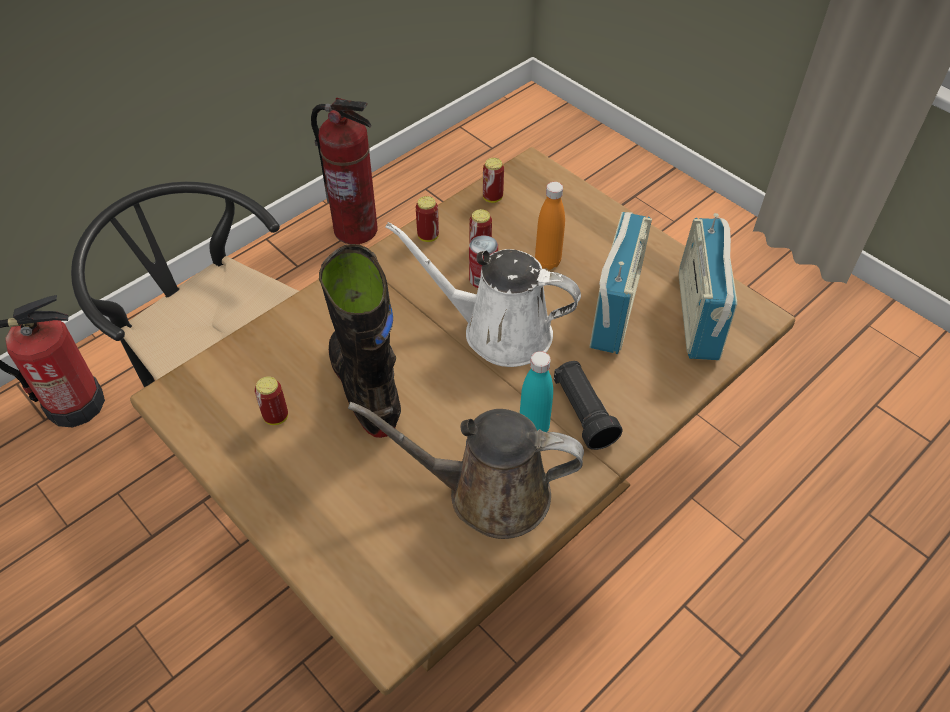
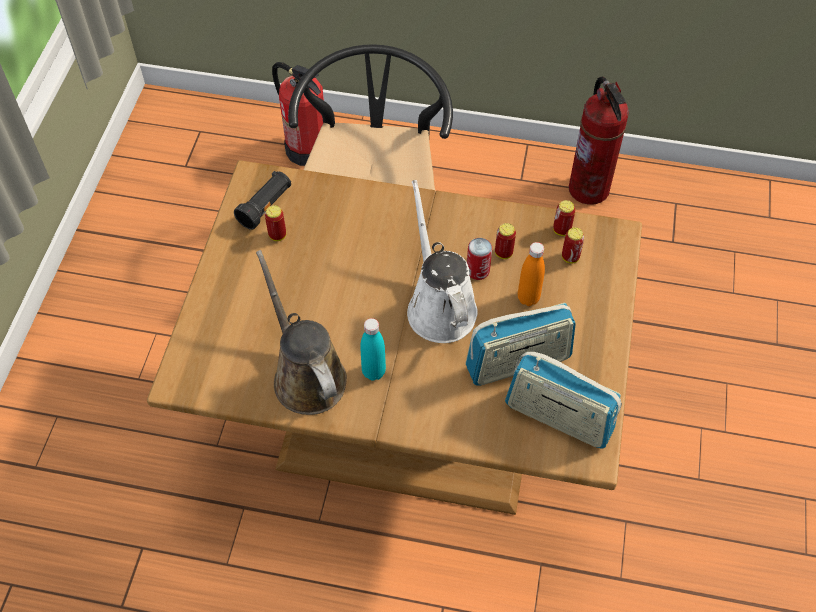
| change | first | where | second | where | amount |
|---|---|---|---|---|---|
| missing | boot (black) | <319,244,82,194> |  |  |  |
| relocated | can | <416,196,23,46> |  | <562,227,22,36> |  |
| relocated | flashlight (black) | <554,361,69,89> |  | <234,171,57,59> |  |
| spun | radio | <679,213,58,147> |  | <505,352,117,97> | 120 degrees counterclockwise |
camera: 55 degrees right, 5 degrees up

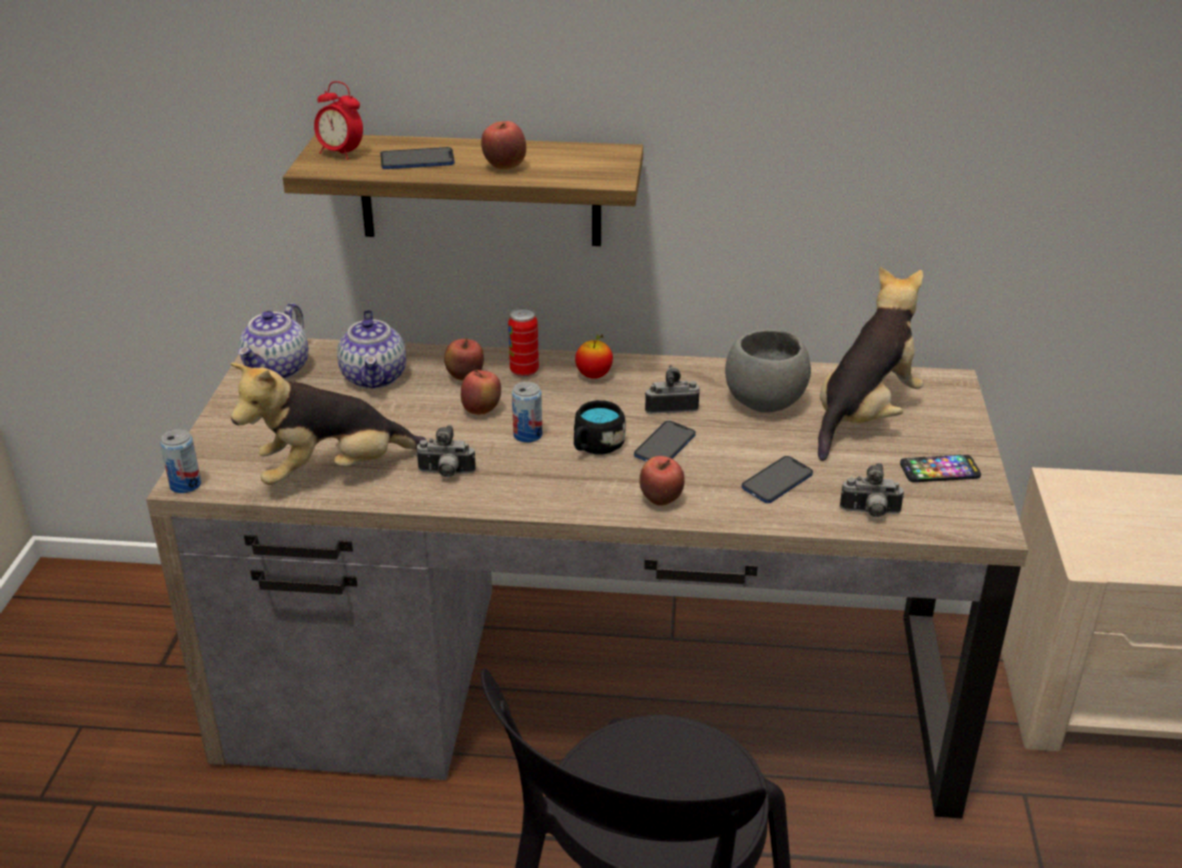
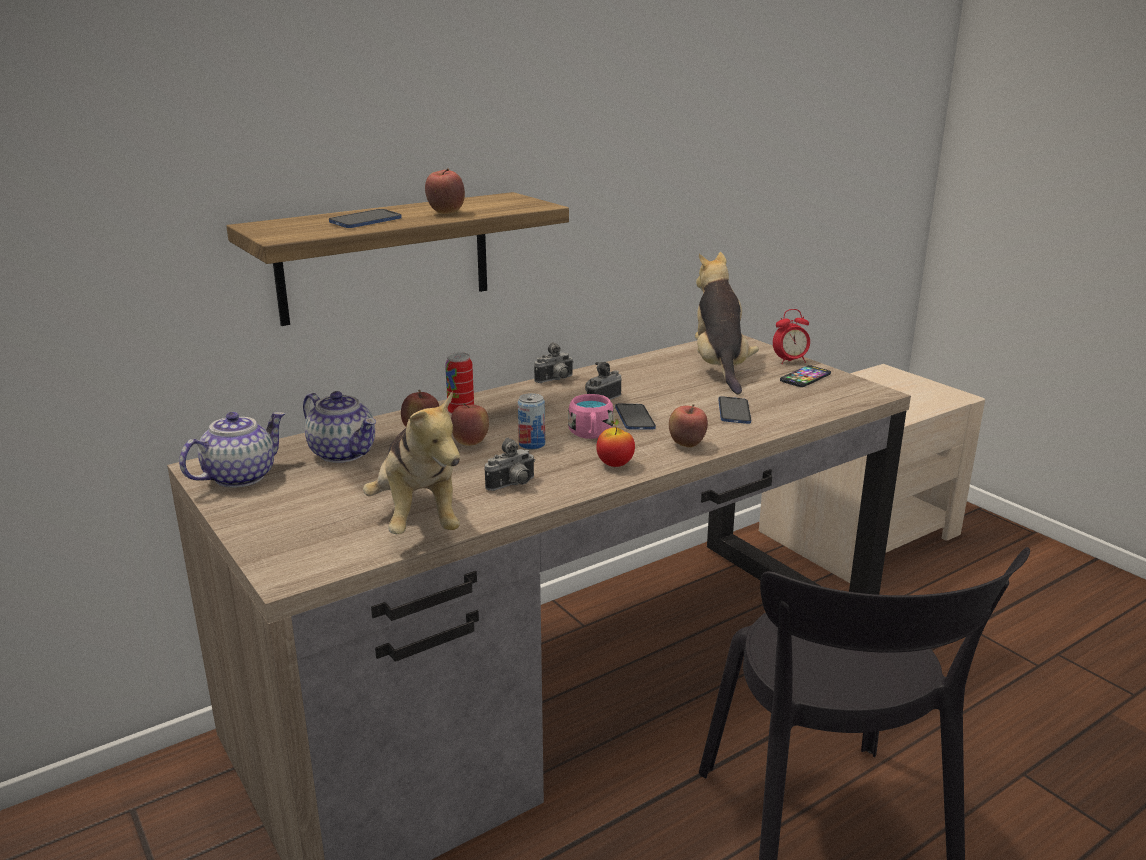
| change | first | where | second | where | amount |
|---|---|---|---|---|---|
| missing | can | <160,429,41,64> |  |  |  |
| spun | plush toy | <231,363,197,122> |  | <363,392,97,142> | 45 degrees counterclockwise |
| spun | teapot | <238,303,70,76> |  | <179,412,107,76> | 120 degrees counterclockwise |
| relocated | alarm clock | <314,81,49,79> |  | <773,309,37,55> |  |
| colour | mug (black) | <574,400,52,55> | mug (pink) | <568,394,46,45> |  |
| relocated | apple | <575,334,38,45> |  | <596,419,39,48> |  |
| missing | bowl (grey) | <725,329,86,84> |  |  |  |
| relocated | photo camera | <840,463,64,55> |  | <534,342,39,41> |  |
camera: 40 degrees left, 10 degrees down

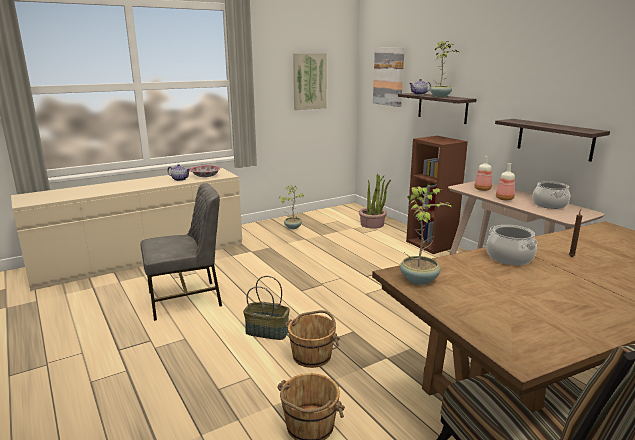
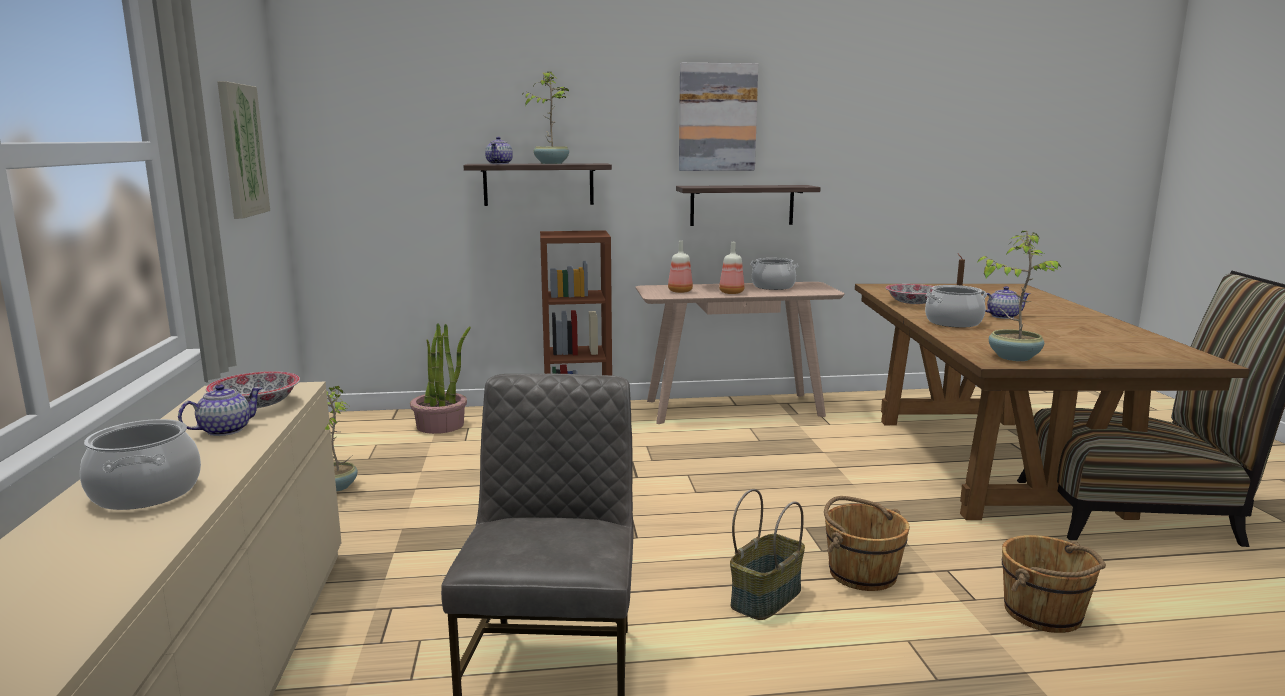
| change | first | where | second | where | amount |
|---|---|---|---|---|---|
| relocated | picture | <373,48,32,59> |  | <679,63,79,108> |  |
| appeared |  |  | cooking pot | <80,419,121,91> |  |
| appeared |  |  | bowl | <886,284,47,20> |  |
| appeared |  |  | teapot | <985,286,45,33> |  |
camera: 65 degrees left, 5 degrees down

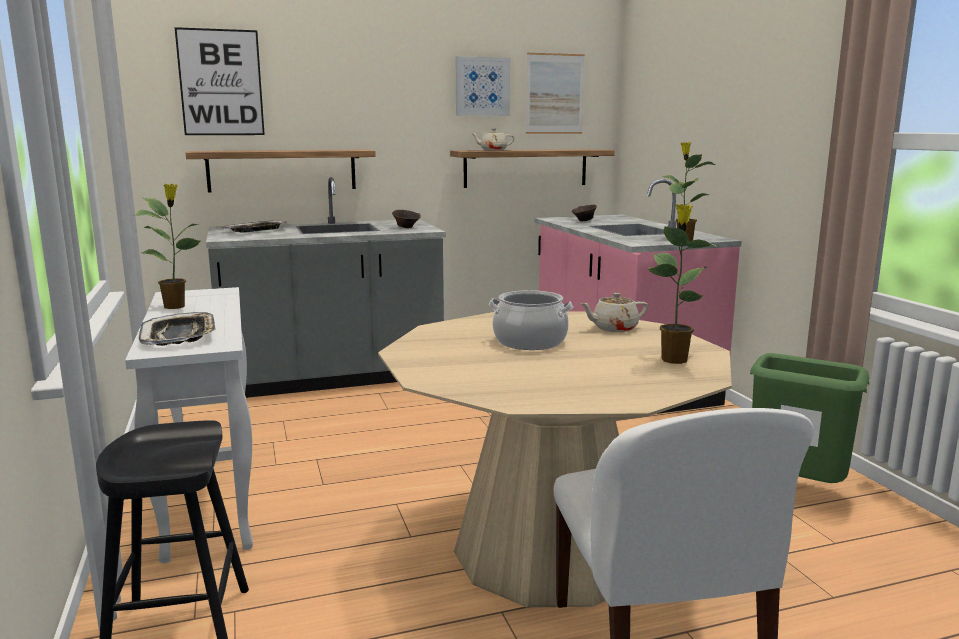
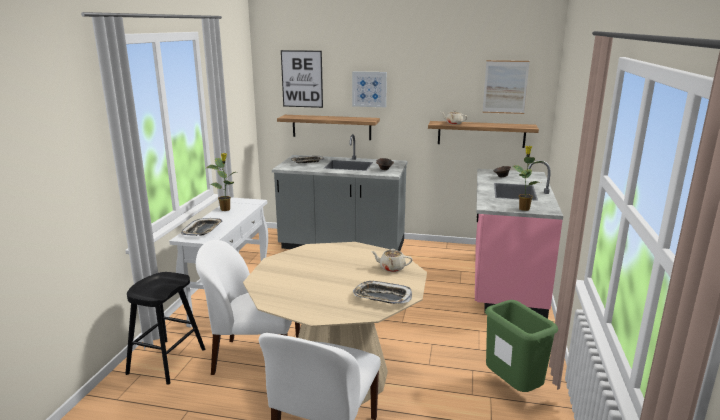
| change | first | where | second | where | amount |
|---|---|---|---|---|---|
| relocated | picture | <456,56,54,60> |  | <352,71,35,36> |  |
| missing | cooking pot | <489,290,84,60> |  |  |  |
| exchanged | potted plant | <648,204,68,160> | tray | <353,281,59,23> |  |
| appeared |  |  | chair (white) | <196,240,104,135> |  |
camera: 30 degrees right, 5 degrees up

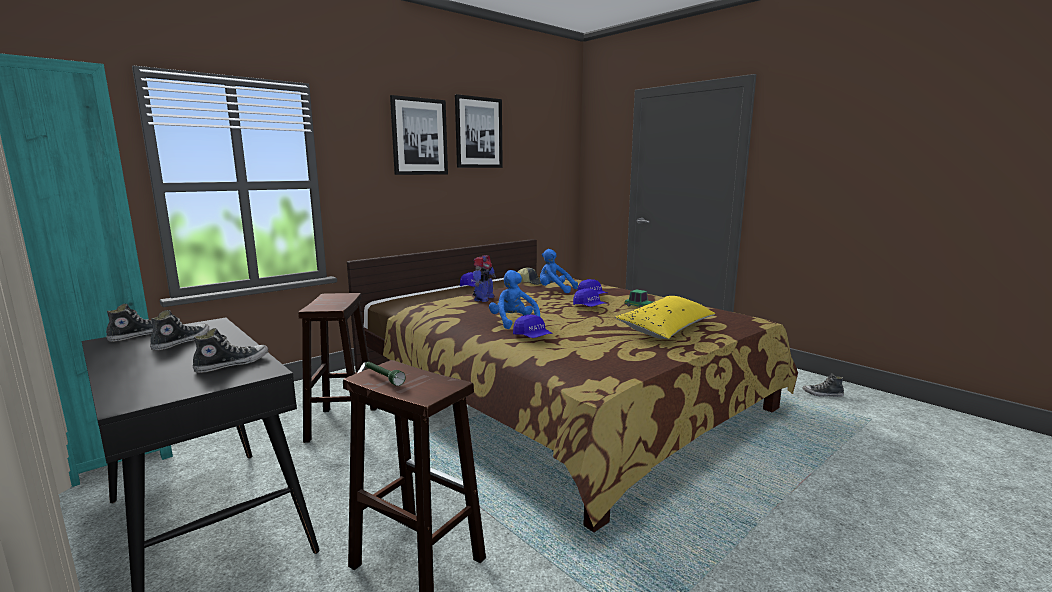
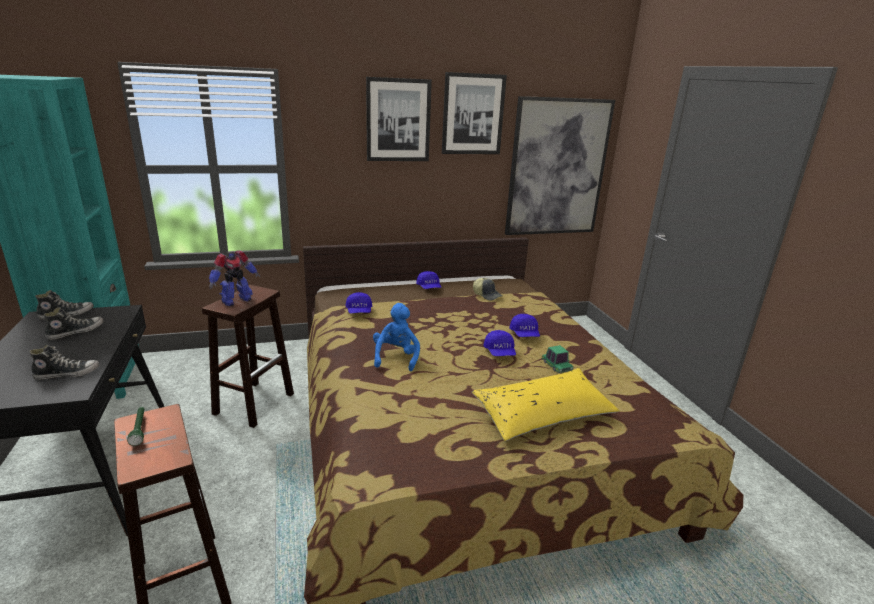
| change | first | where | second | where | amount |
|---|---|---|---|---|---|
| relocated | toy robot | <473,255,23,47> |  | <209,251,51,55> |  |
| relocated | cap (blue) | <513,314,40,24> |  | <346,292,26,21> |  |
| missing | plush toy (blue) | <540,249,38,44> |  |  |  |
| missing | shoe | <802,373,42,24> |  |  |  |
| appeared |  |  | picture | <505,96,110,139> |  |
camera: 25 degrees right, 10 degrees up

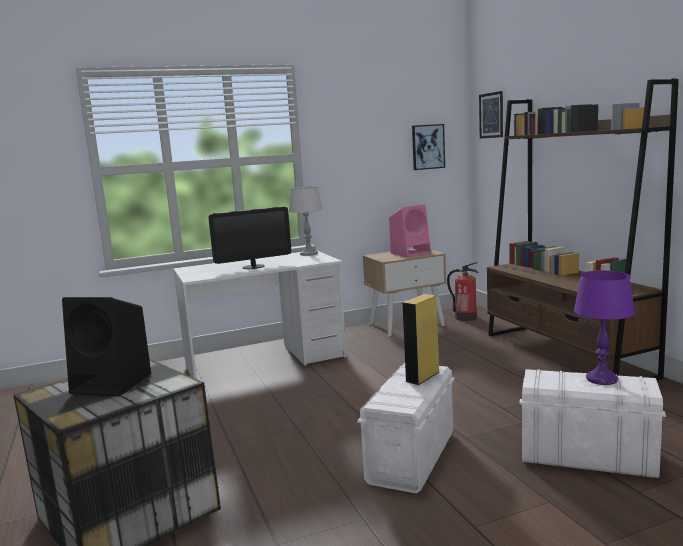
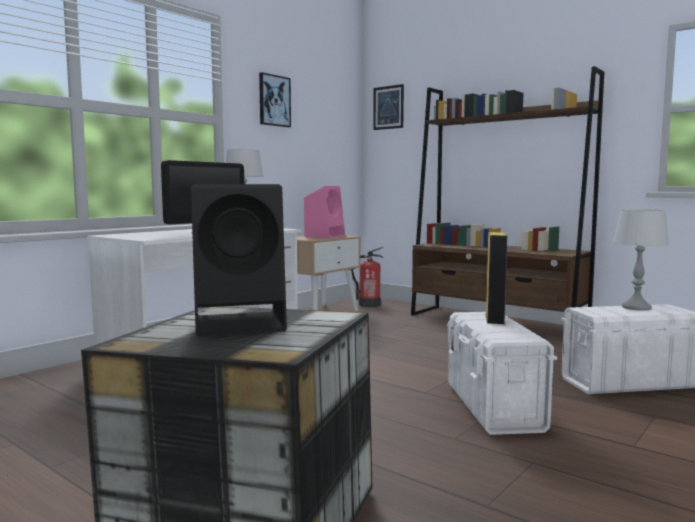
| change | first | where | second | where | amount |
|---|---|---|---|---|---|
| relocated | picture | <412,124,33,46> |  | <259,72,32,56> |  |
| colour | table lamp (purple) | <574,270,61,115> | table lamp (grey) | <613,209,56,102> |  |
camera: 30 degrees left, 5 degrees down

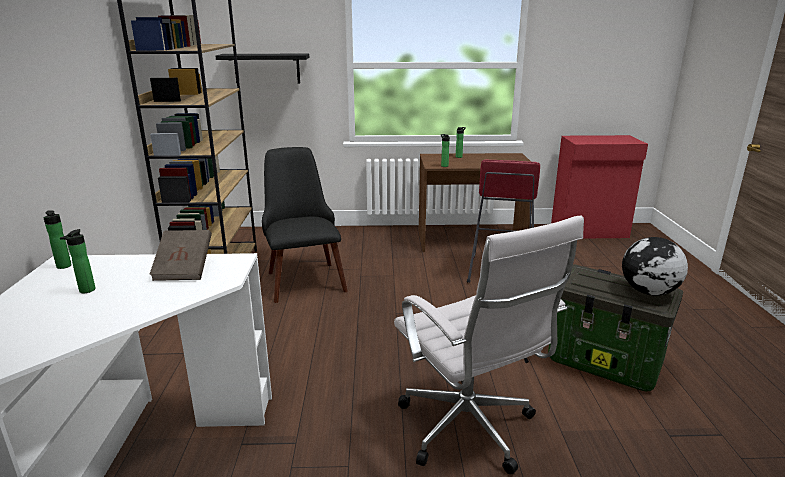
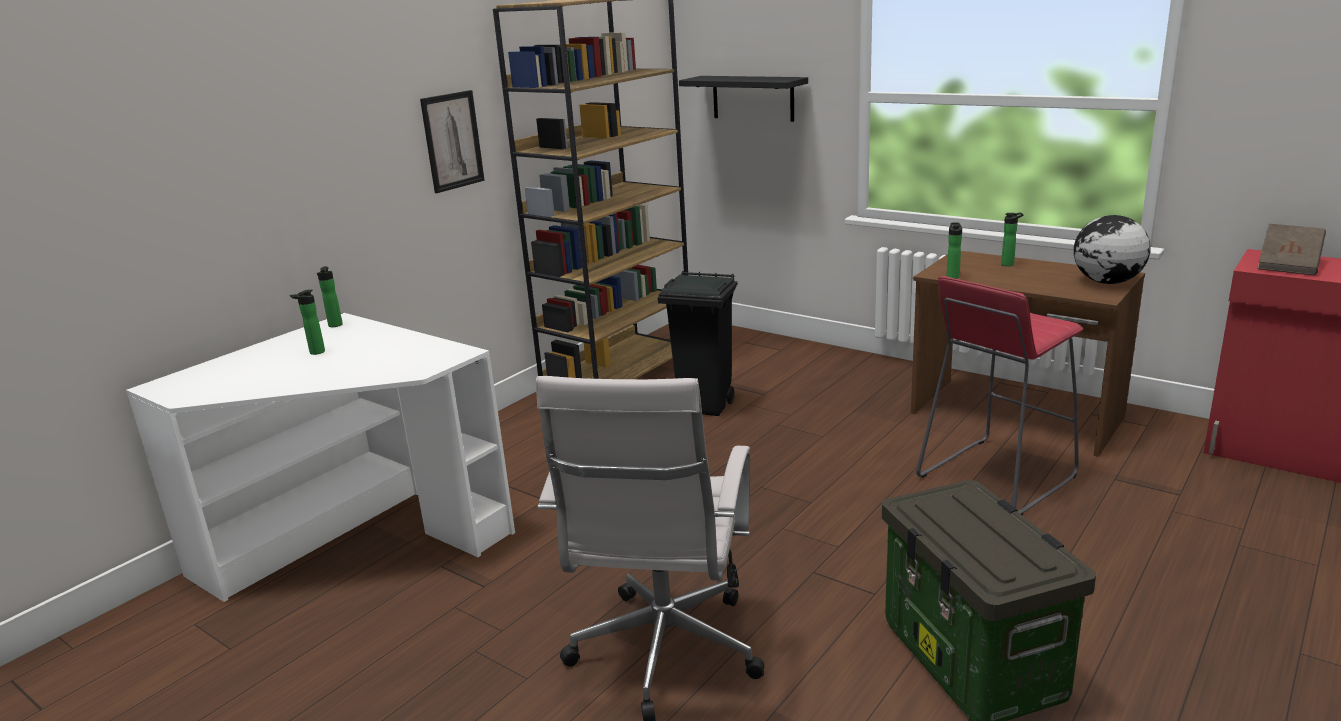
| change | first | where | second | where | amount |
|---|---|---|---|---|---|
| relocated | book (brown) | <149,230,63,51> |  | <1258,224,68,51> |  |
| exchanged | chair (black) | <262,147,86,156> | trash can (black) | <658,271,79,145> |  |
| relocated | globe | <622,237,66,58> |  | <1074,215,77,69> |  |
| appeared |  |  | picture | <420,90,65,103> |  |
camera: 40 degrees right, 0 degrees up

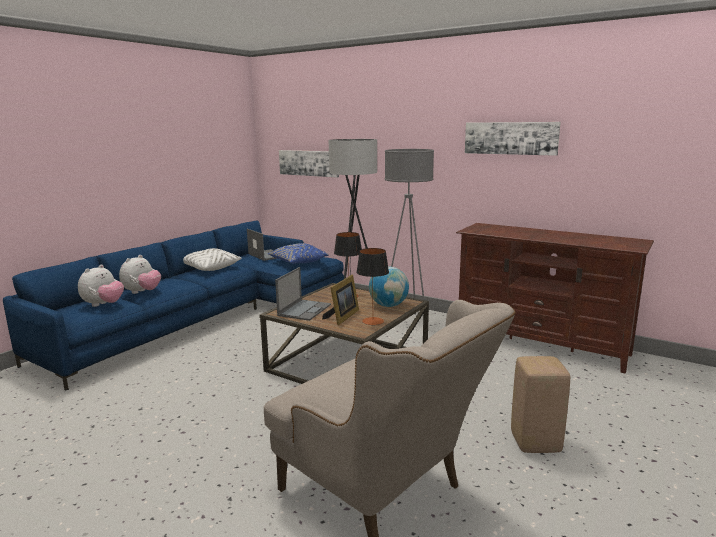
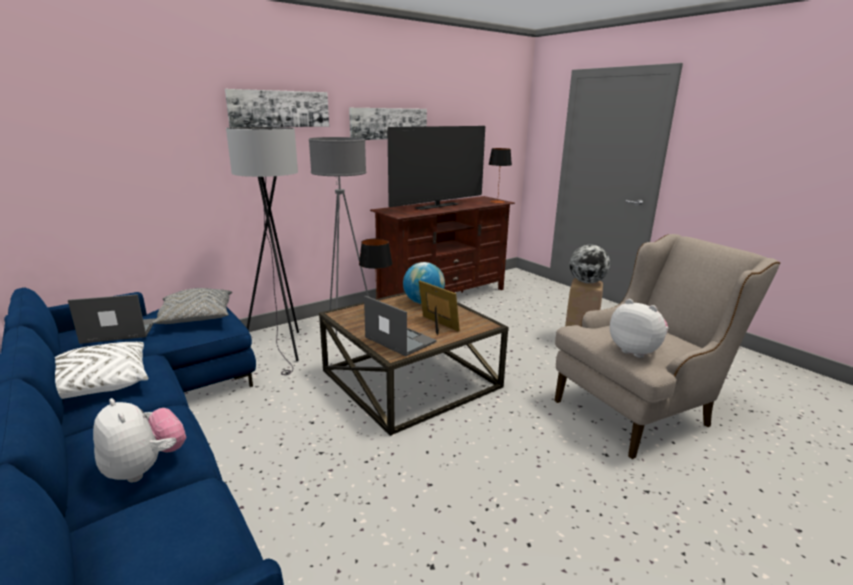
| change | first | where | second | where | amount |
|---|---|---|---|---|---|
| relocated | plush toy | <78,265,46,42> |  | <610,299,58,59> |  |
| colour | pillow (blue) | <267,243,62,21> | pillow (grey) | <152,288,80,36> |  |
| relocated | picture | <279,150,60,27> |  | <225,89,104,38> |  |
| relocated | table lamp | <356,248,33,77> |  | <489,148,23,55> |  |
| appeared |  |  | television | <387,126,98,84> |  |
| appeared |  |  | globe | <570,245,40,38> |  |
camera: 70 degrees left, 5 degrees up

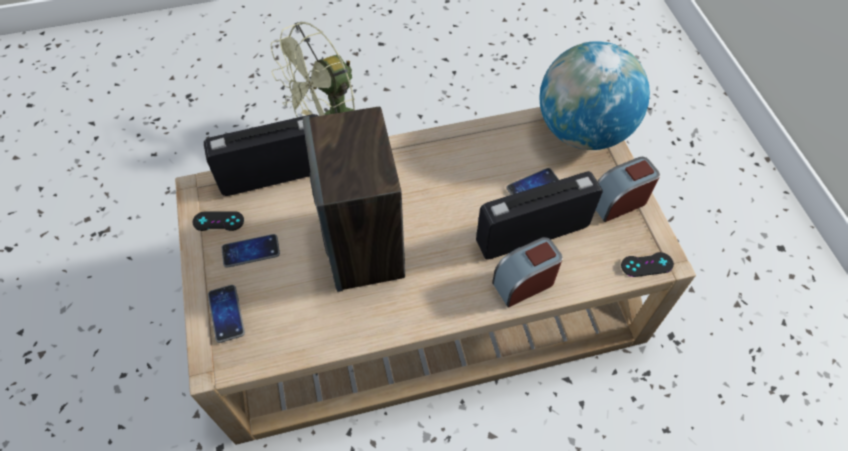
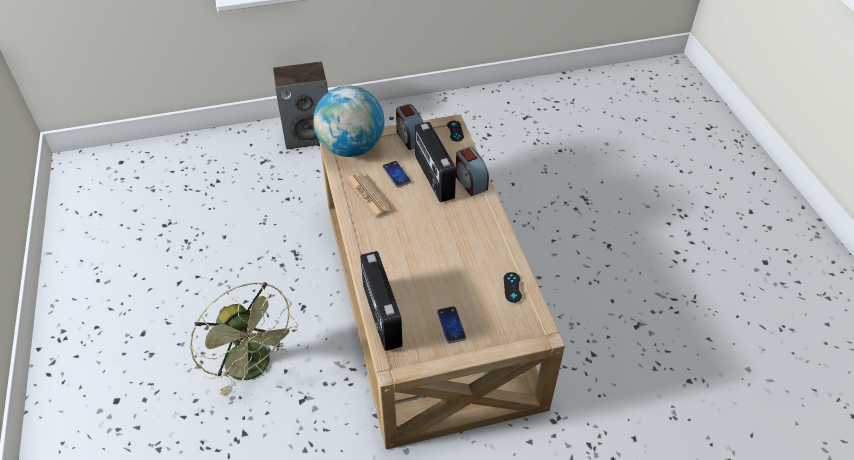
| change | first | where | second | where | amount |
|---|---|---|---|---|---|
| relocated | game controller (black) | <193,211,51,20> |  | <504,272,18,31> |  |
| missing | phone | <208,285,37,58> |  |  |  |
| relocated | speaker | <303,107,102,185> |  | <273,62,55,87> |  |
| appeared |  |  | newspaper | <346,172,44,46> |  |
camera: 90 degrees left, 10 degrees down

